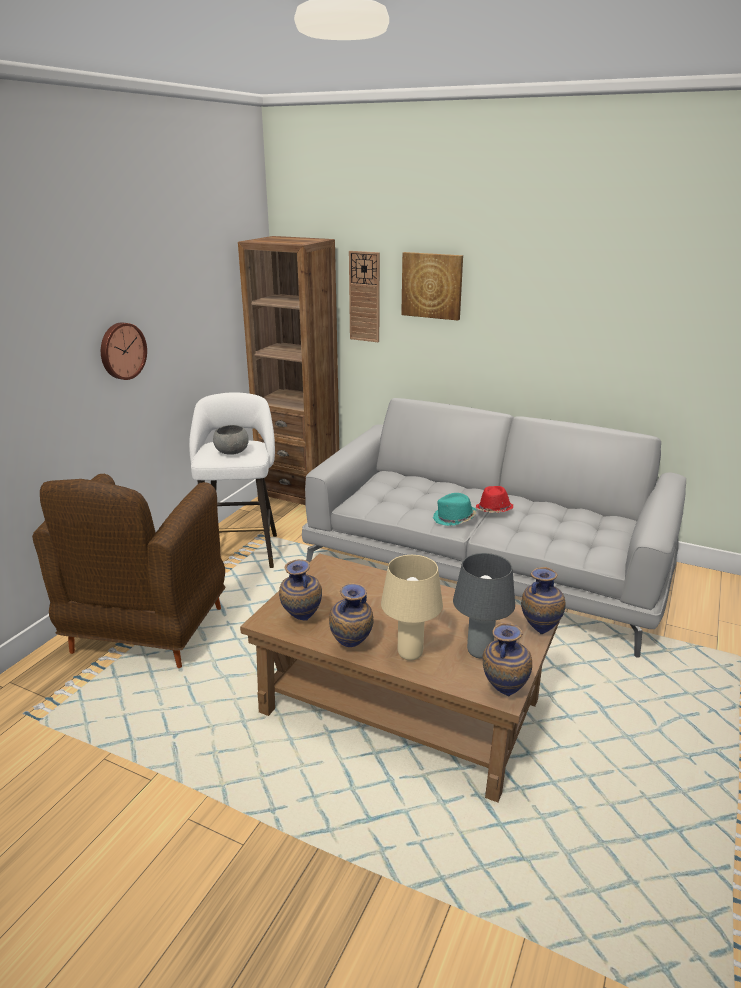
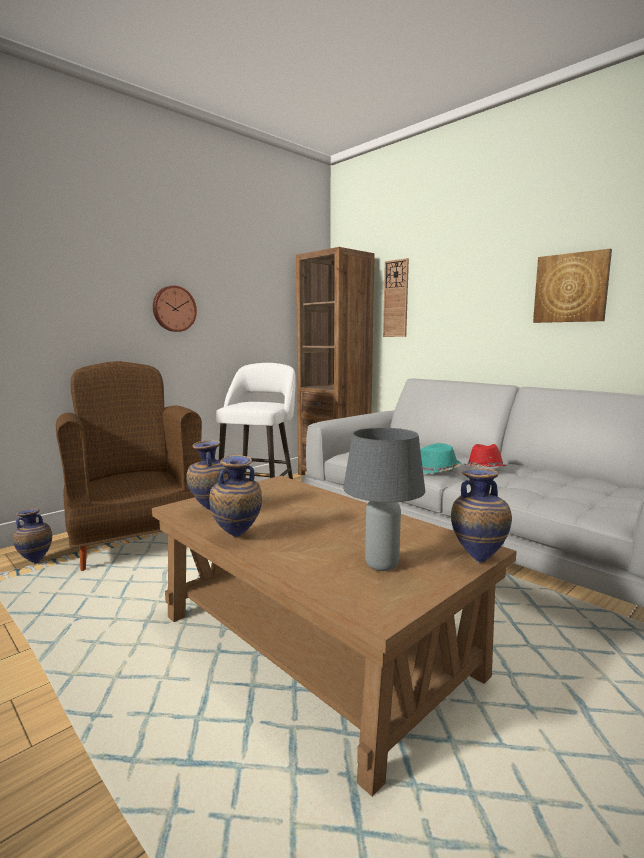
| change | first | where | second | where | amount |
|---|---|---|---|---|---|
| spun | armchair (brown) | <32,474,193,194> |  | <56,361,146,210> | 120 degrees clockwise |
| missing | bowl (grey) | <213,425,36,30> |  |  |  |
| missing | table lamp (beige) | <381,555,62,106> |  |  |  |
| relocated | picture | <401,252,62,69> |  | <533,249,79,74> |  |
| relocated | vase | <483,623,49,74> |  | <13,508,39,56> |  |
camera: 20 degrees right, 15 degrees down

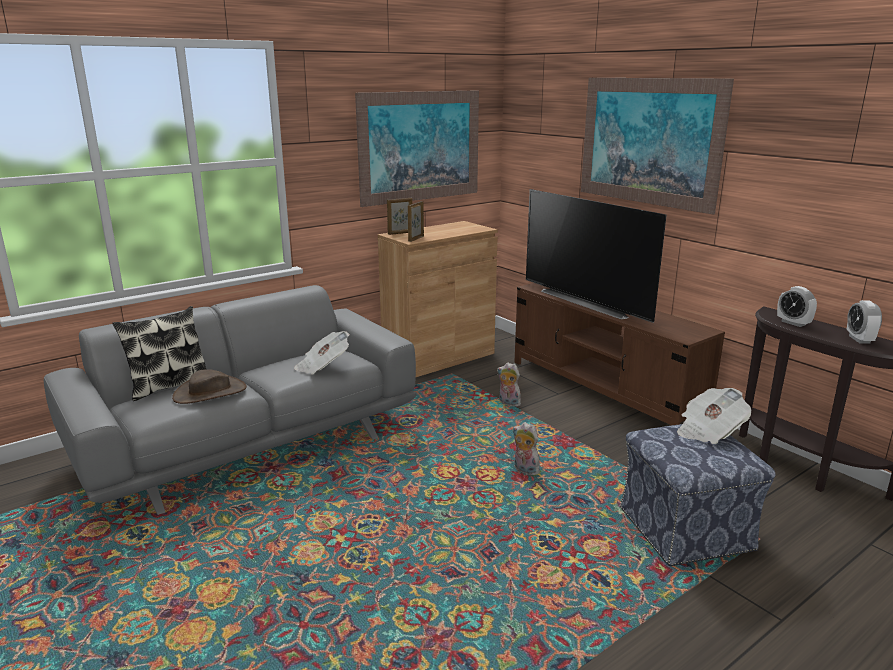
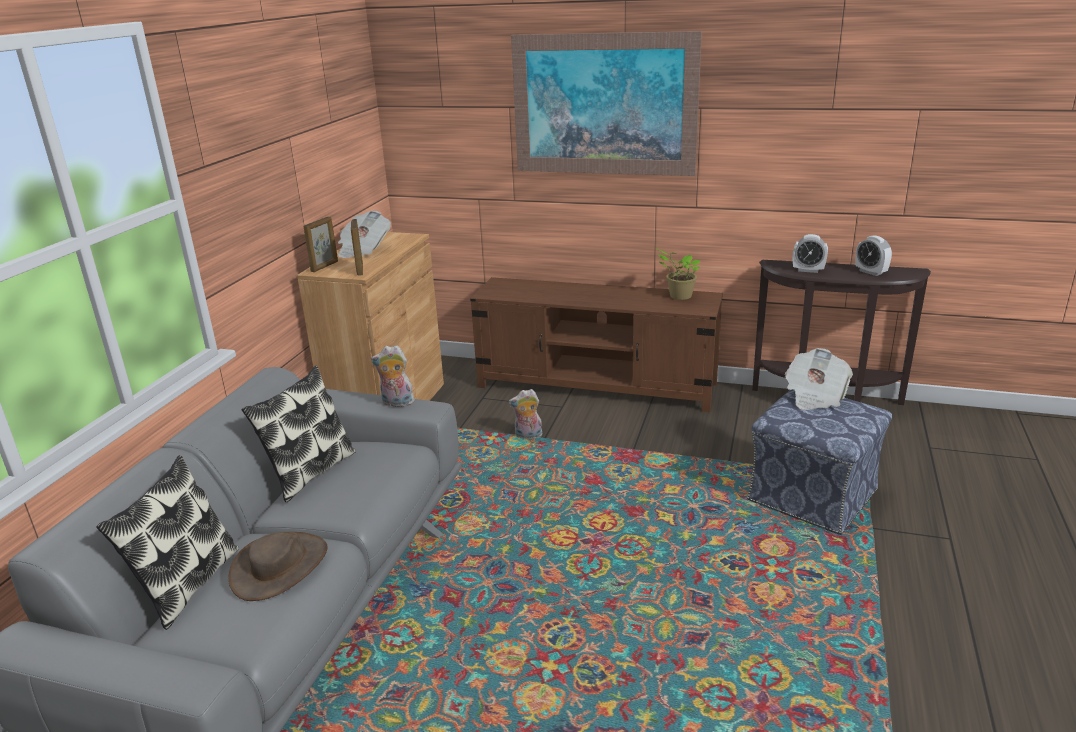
| change | first | where | second | where | amount |
|---|---|---|---|---|---|
| relocated | newspaper | <294,331,56,44> |  | <338,211,53,47> |  |
| missing | picture | <355,91,124,116> |  |  |  |
| relocated | plush toy | <512,422,28,53> |  | <371,345,44,62> |  |
| missing | television | <526,189,141,134> |  |  |  |
| appeared |  |  | pillow | <241,366,115,136> |  |
| appeared |  |  | potted plant | <657,249,43,51> |  |
camera: 35 degrees left, 5 degrees up

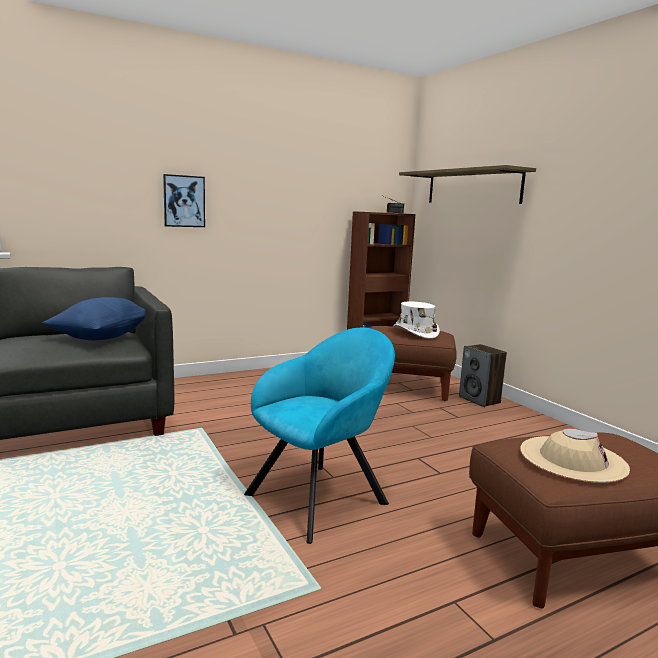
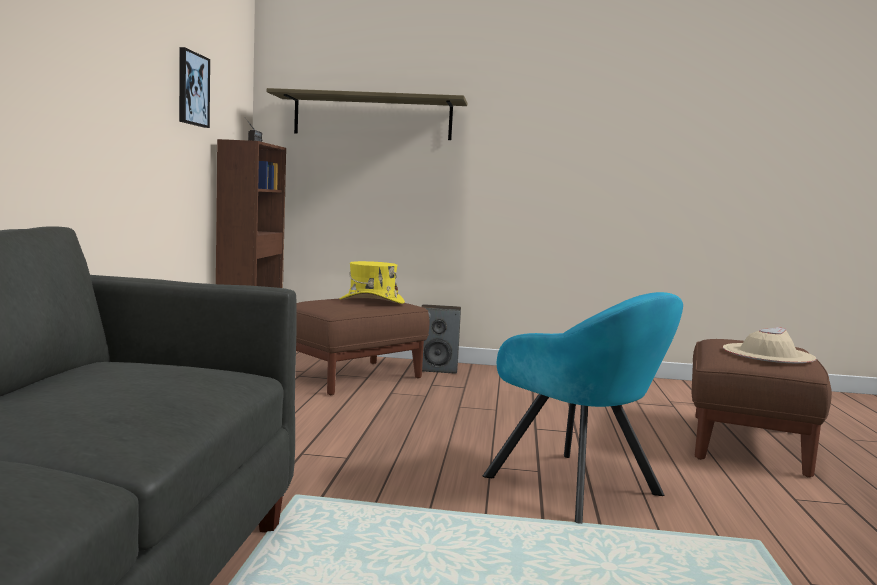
| change | first | where | second | where | amount |
|---|---|---|---|---|---|
| missing | pillow (blue) | <42,297,103,43> |  |  |  |
| relocated | picture | <163,174,42,53> |  | <179,47,31,81> |  |
| spun | armchair (turquoise) | <244,328,151,216> |  | <483,292,200,232> | 150 degrees clockwise |
| colour | hat (white) | <393,301,47,38> | hat (yellow) | <340,261,65,43> |  |
camera: 55 degrees left, 5 degrees down

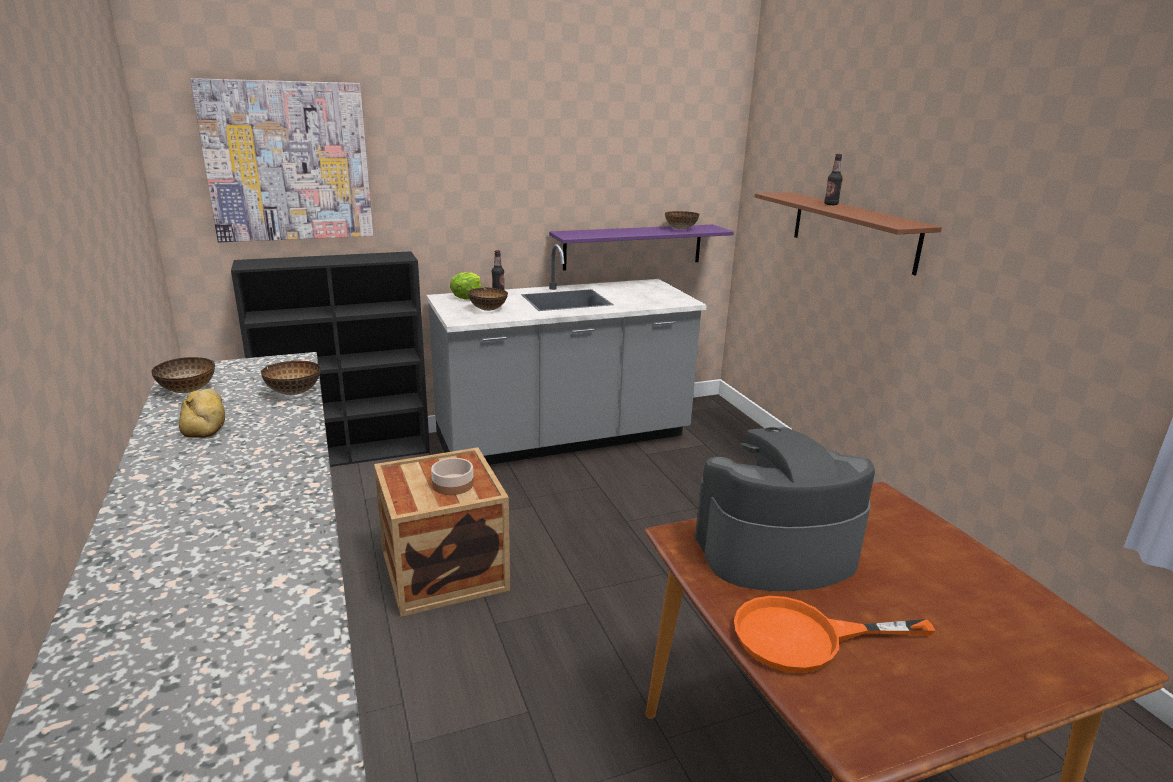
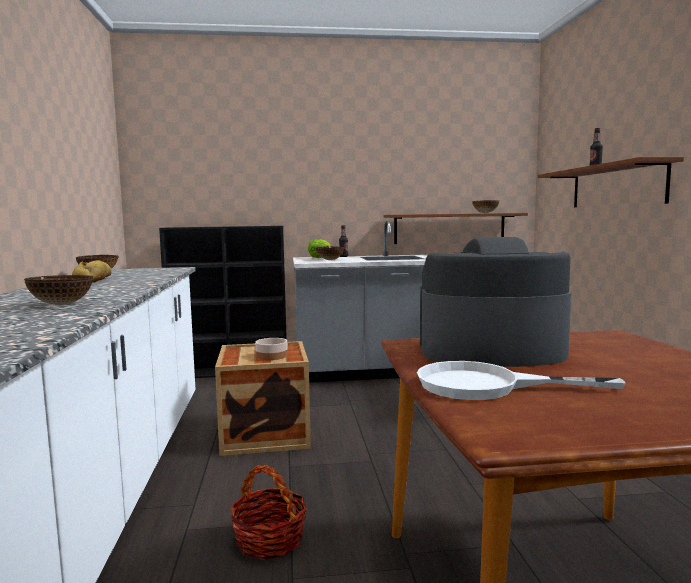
| change | first | where | second | where | amount |
|---|---|---|---|---|---|
| missing | picture | <190,78,183,164> |  |  |  |
| relocated | bowl | <261,361,60,34> |  | <24,275,69,30> |  |
| colour | shelf (purple) | <549,225,185,46> | shelf (brown) | <383,213,145,31> |  |
| colour | frying pan (orange) | <734,596,202,77> | frying pan (white) | <417,361,209,39> |  |
| appeared |  |  | basket | <231,464,76,96> |  |
camera: 15 degrees right, 15 degrees down

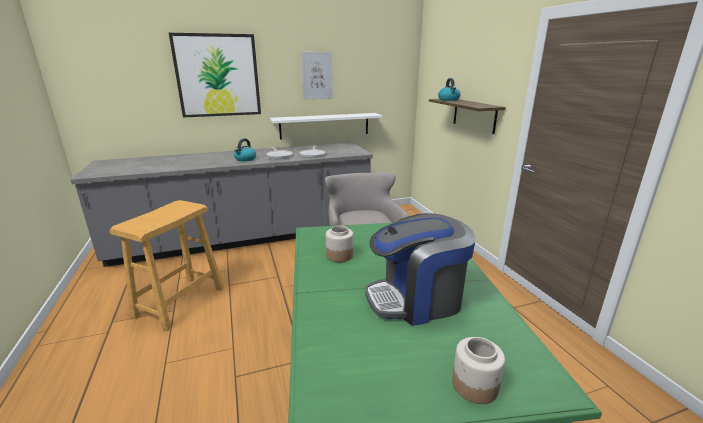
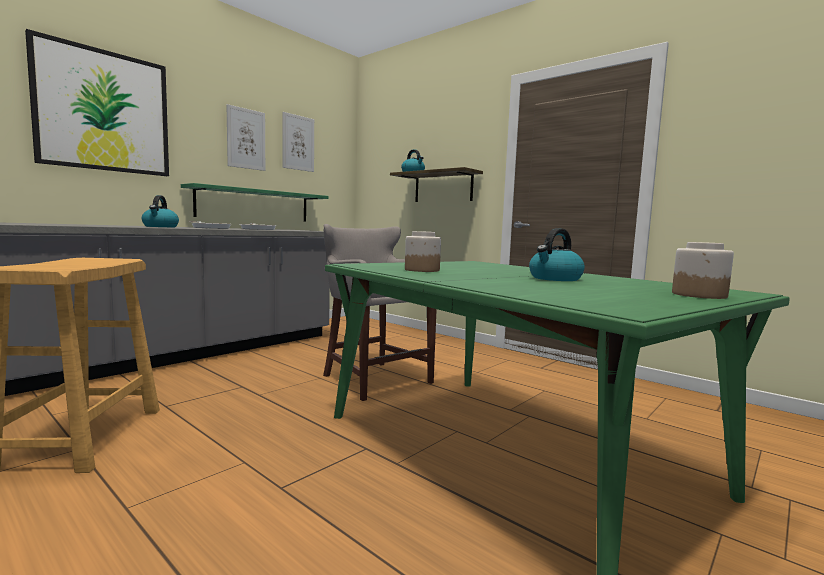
| change | first | where | second | where | amount |
|---|---|---|---|---|---|
| colour | shelf (white) | <270,113,113,27> | shelf (green) | <181,183,148,38> |  |
| exchanged | coffee machine | <365,213,110,113> | kettle | <529,228,56,53> |  |
| appeared |  |  | picture | <282,112,32,60> |  |
camera: 30 degrees left, 15 degrees down

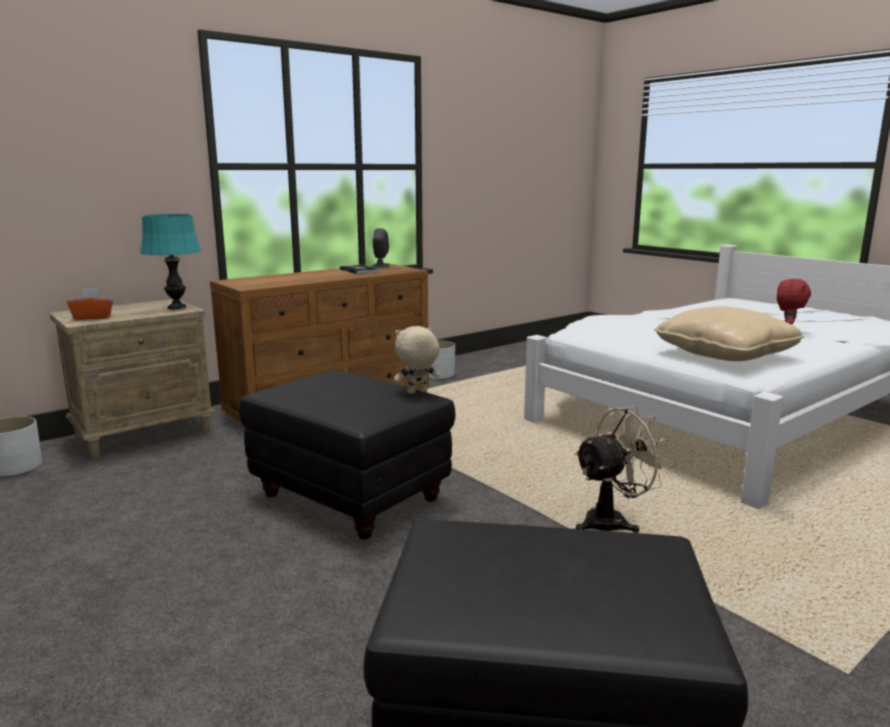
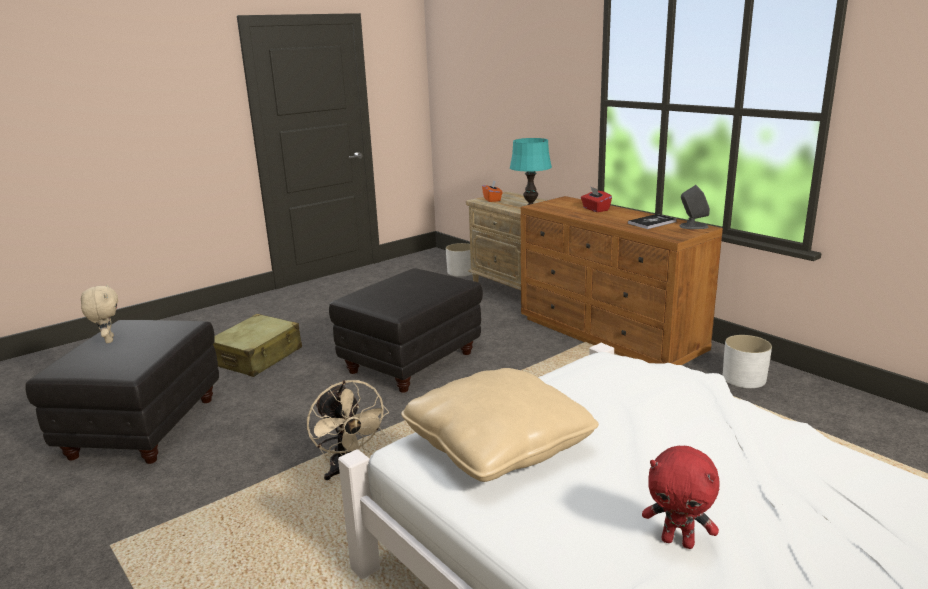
| change | first | where | second | where | amount |
|---|---|---|---|---|---|
| relocated | plush toy (beige) | <394,326,46,68> |  | <81,284,37,59> |  |
| appeared |  |  | suitcase (beige) | <213,314,89,63> |  |
| appeared |  |  | tissue box (red) | <581,186,31,26> |  |
camera: 90 degrees right, 5 degrees up

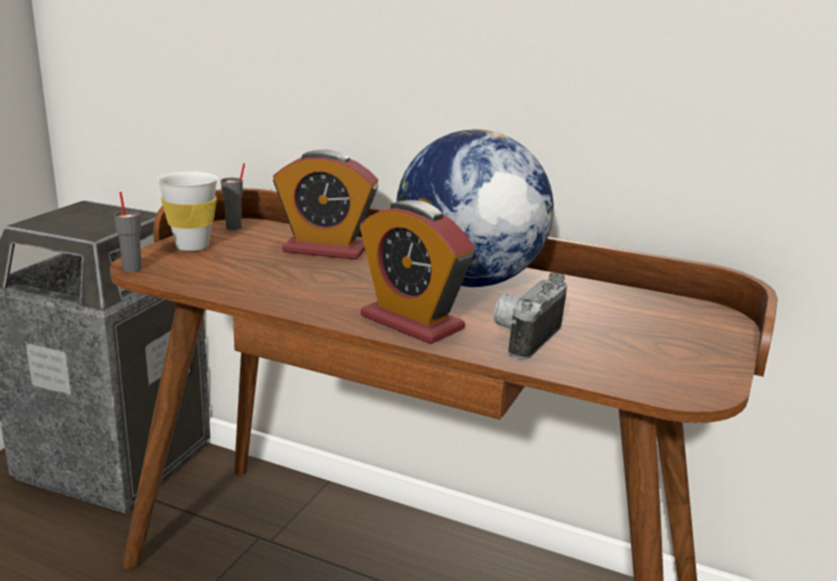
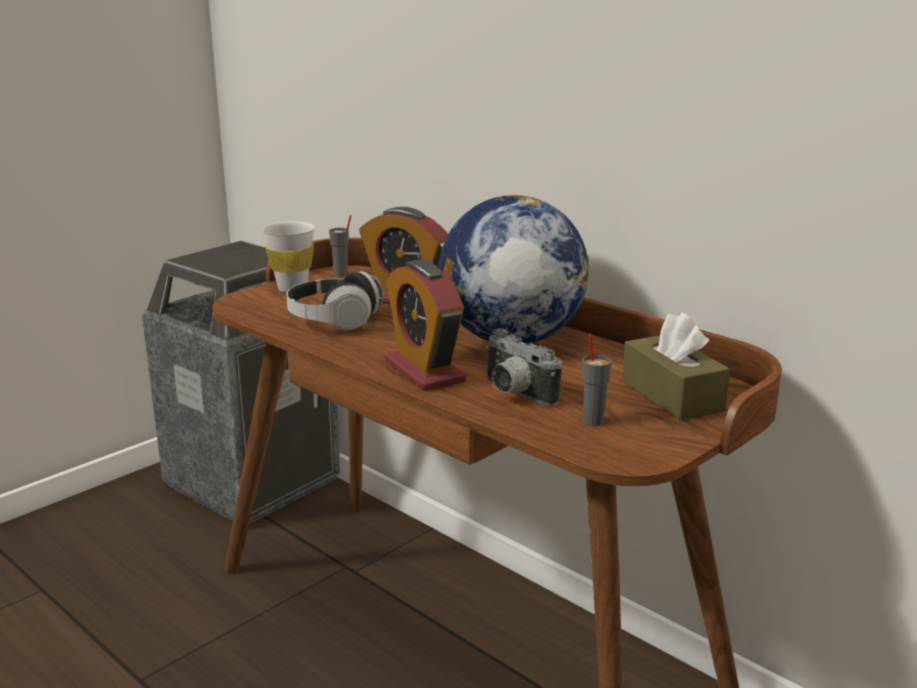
| change | first | where | second | where | amount |
|---|---|---|---|---|---|
| relocated | cup (grey) | <114,192,28,80> |  | <582,333,30,93> |  |
| spun | photo camera | <493,273,74,87> |  | <486,328,76,78> | 90 degrees counterclockwise |
| appeared |  |  | headphones | <286,271,98,59> |  |
| appeared |  |  | tissue box (brown) | <622,312,108,108> |  |
camera: 20 degrees right, 0 degrees up

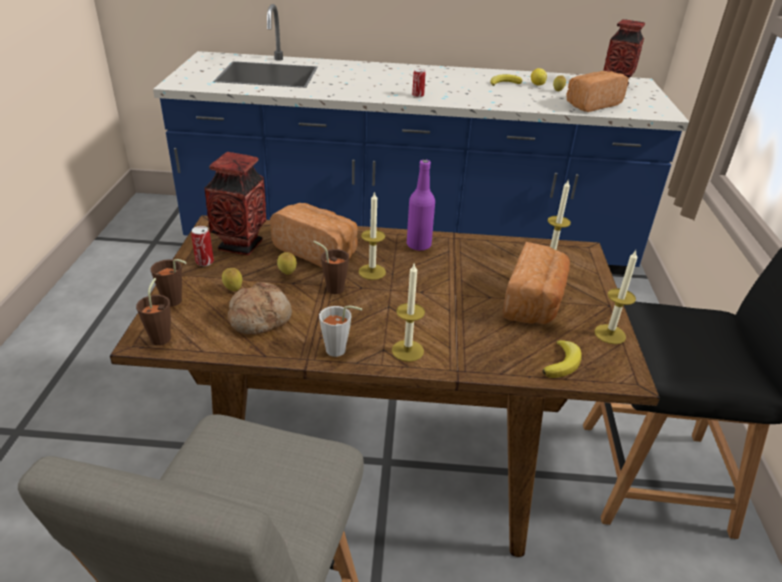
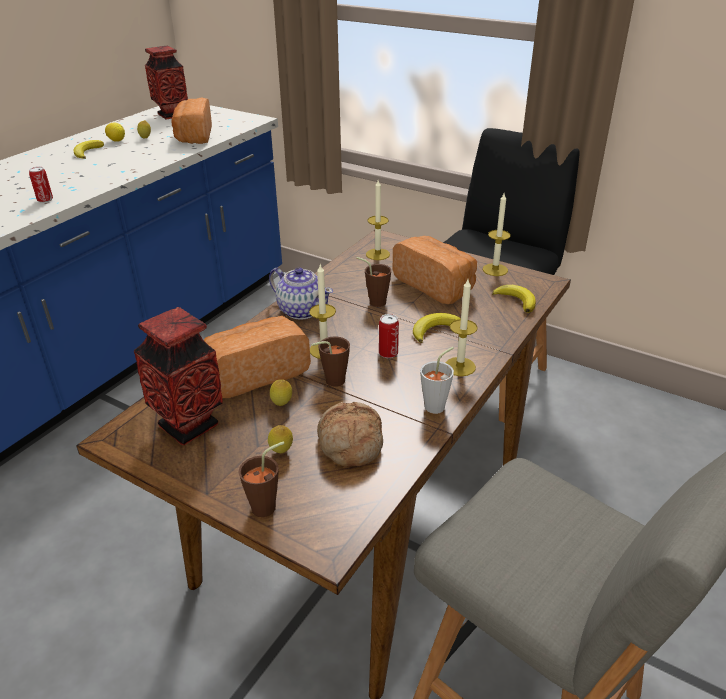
| change | first | where | second | where | amount |
|---|---|---|---|---|---|
| relocated | cup (brown) | <136,278,35,67> |  | <356,257,35,50> |  |
| relocated | can | <191,226,23,40> |  | <379,314,20,44> |  |
| exchanged | bottle (purple) | <407,159,28,92> | teapot | <269,267,64,53> |  |
| appeared |  |  | banana | <413,313,48,30> |  |
camera: 60 degrees left, 0 degrees up

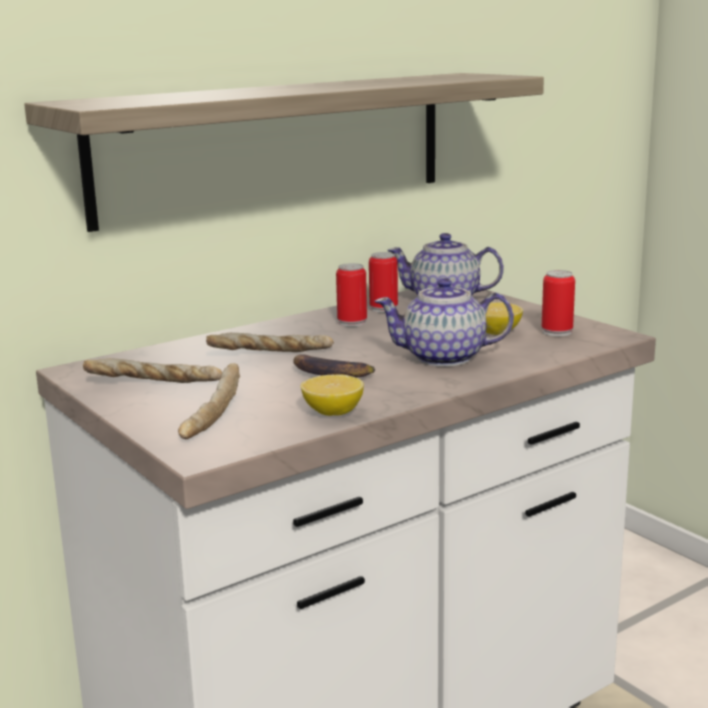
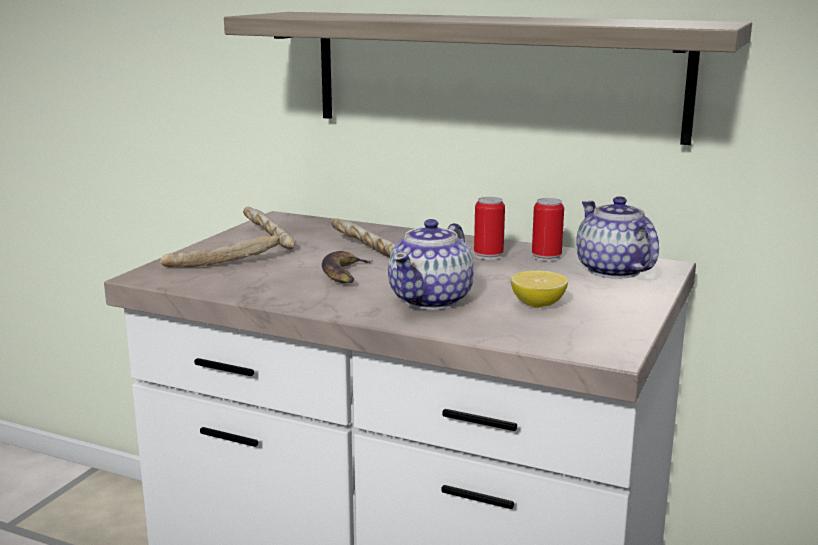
| change | first | where | second | where | amount |
|---|---|---|---|---|---|
| missing | lemon | <300,374,64,42> |  |  |  |
| spun | teapot | <374,278,140,89> |  | <388,219,86,91> | 120 degrees counterclockwise |
| missing | can | <542,270,33,67> |  |  |  |
camera: 60 degrees right, 0 degrees up

